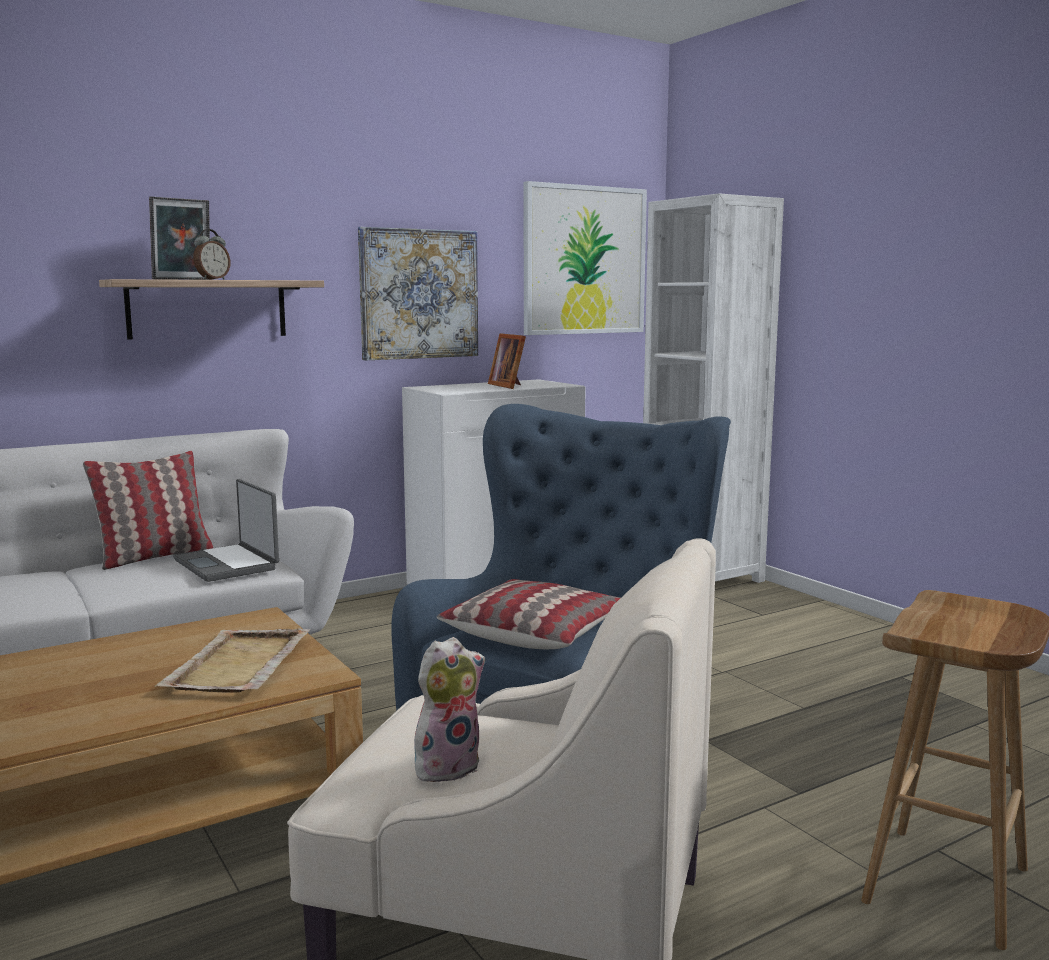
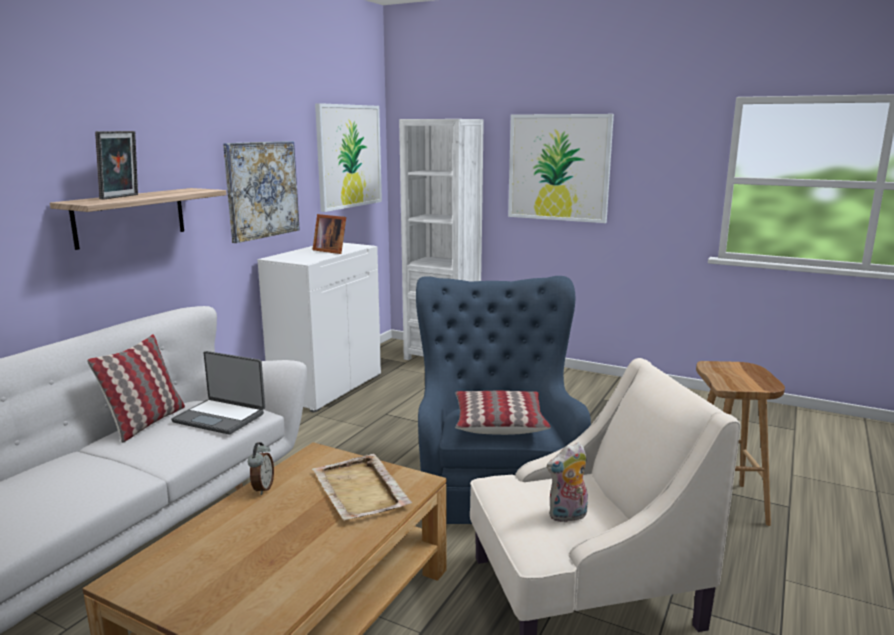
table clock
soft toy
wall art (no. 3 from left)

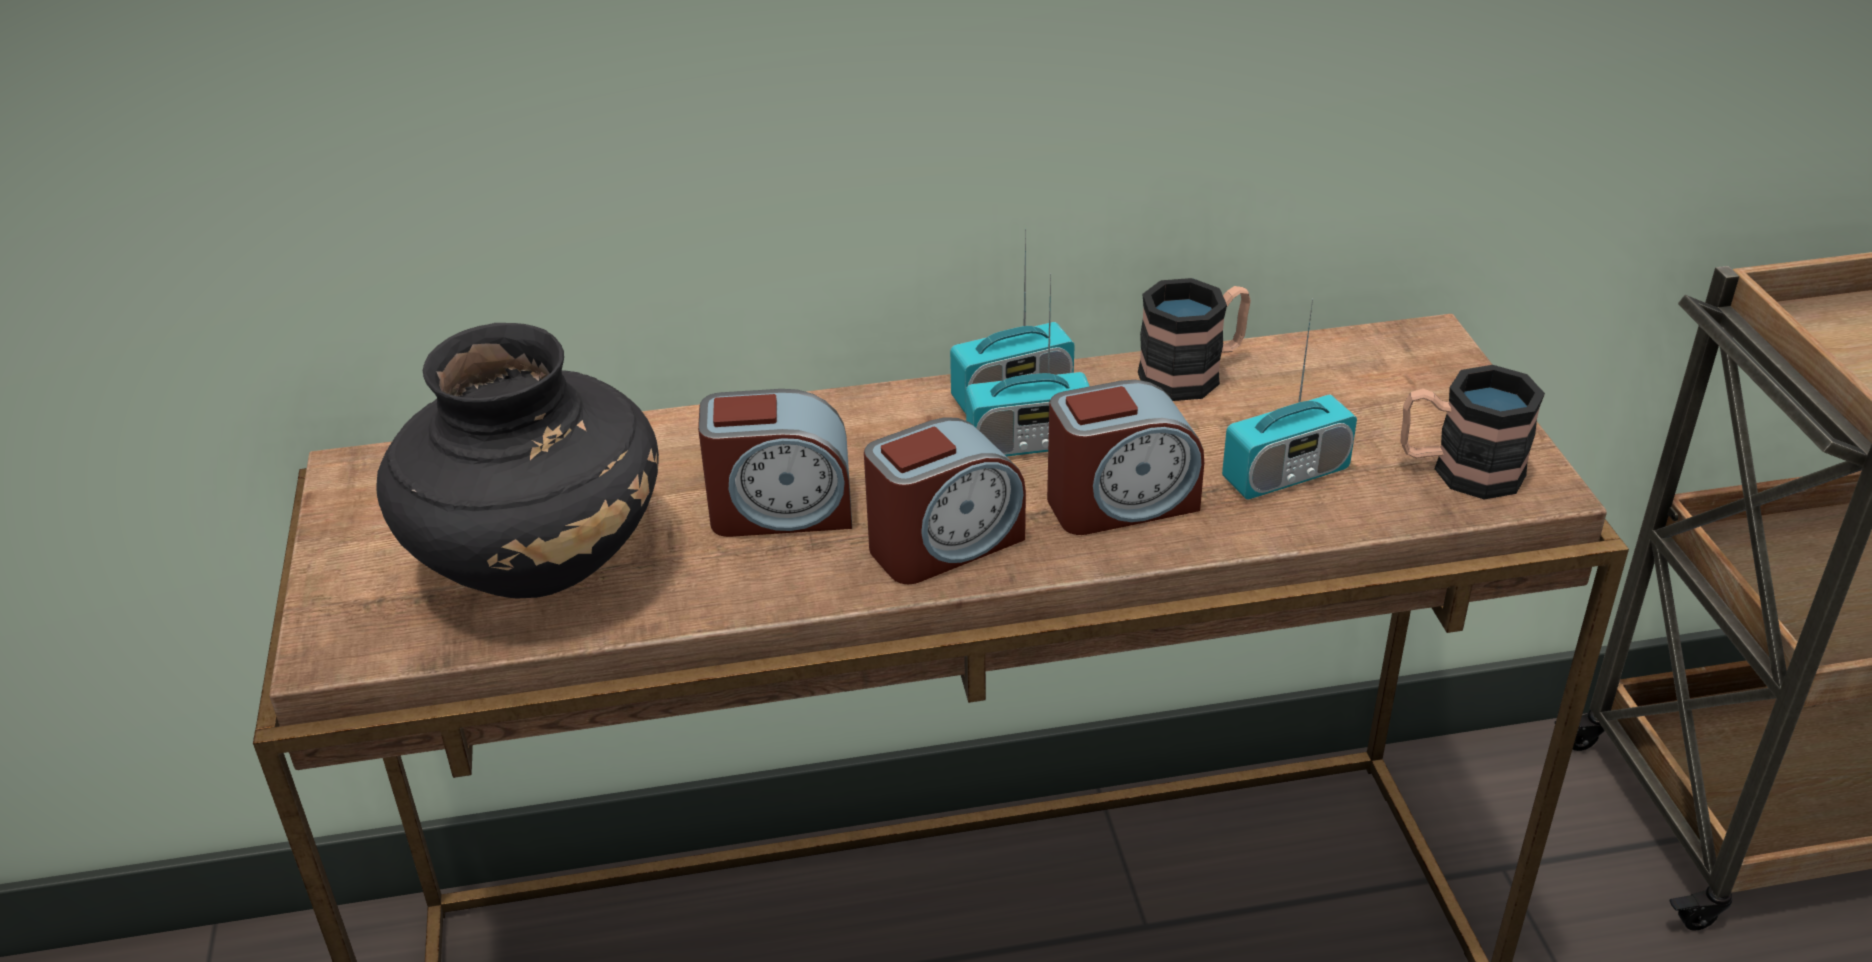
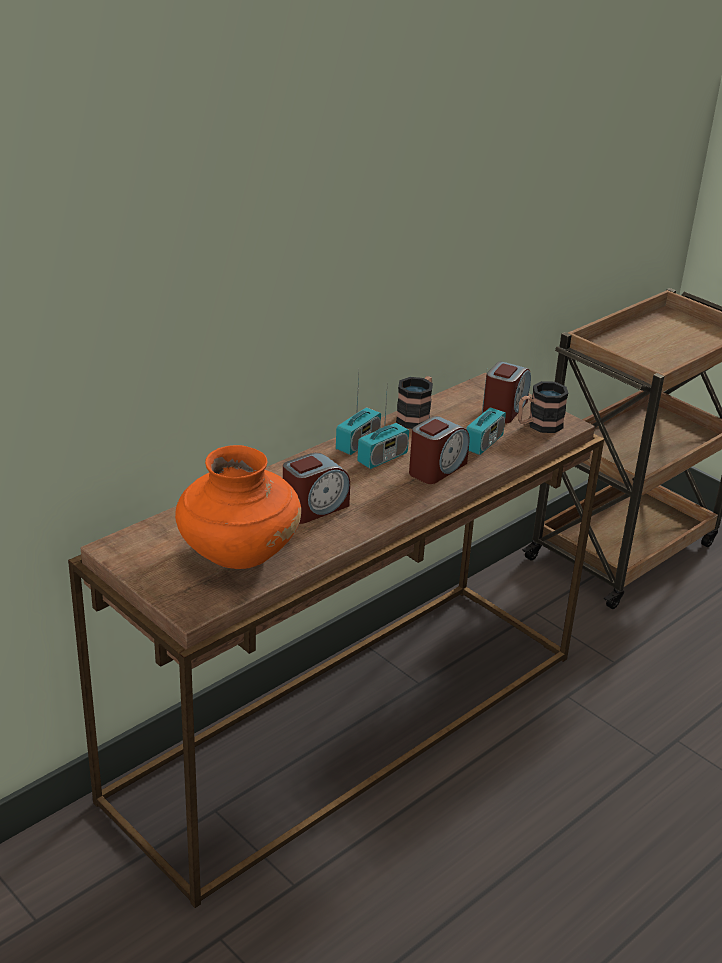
orange-coloured vase
table clock (no. 3 from left)

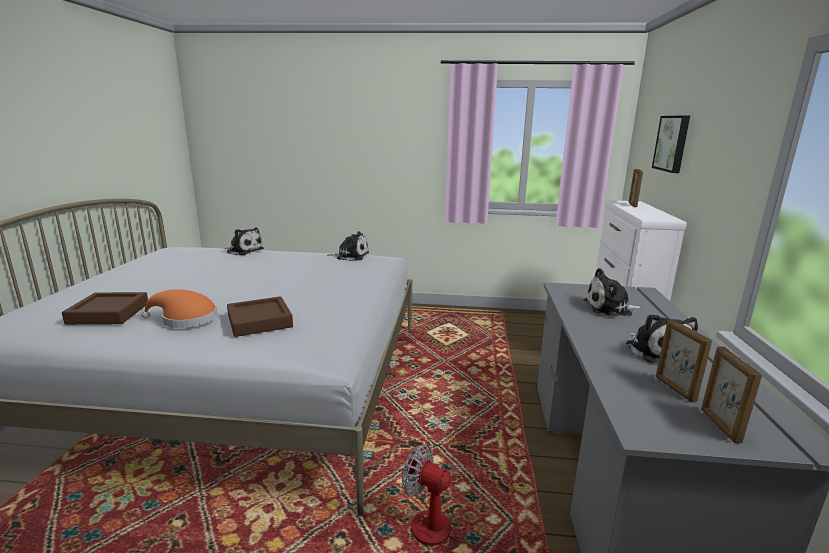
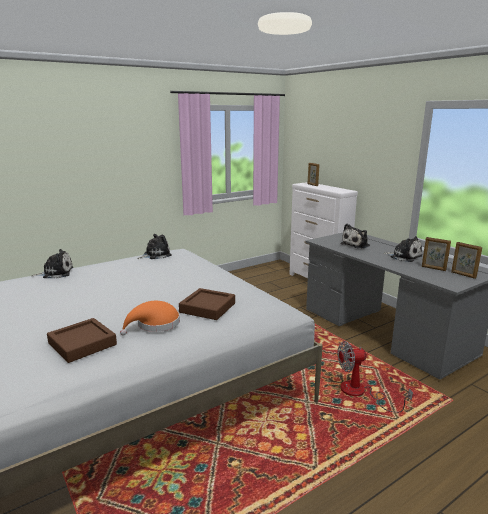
wall art

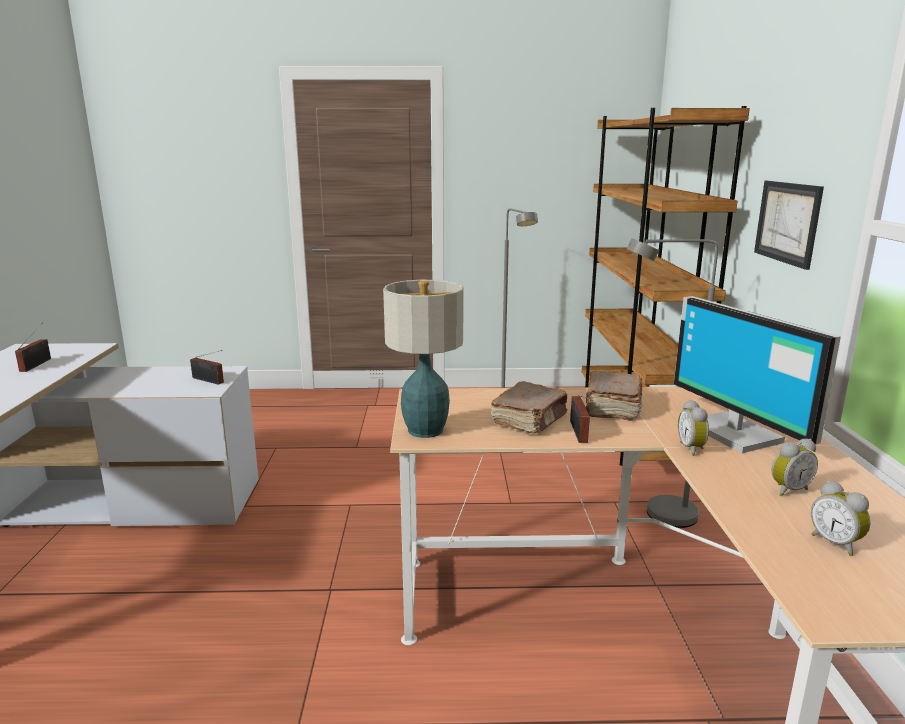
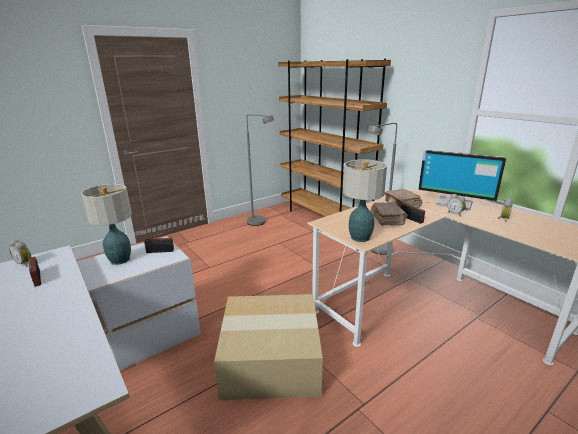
wall art
table clock (no. 1 from left)
tabletop lamp (no. 1 from left)
packing box

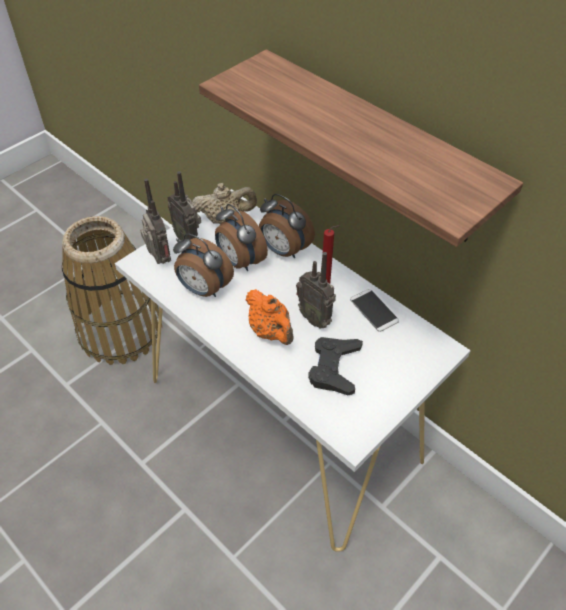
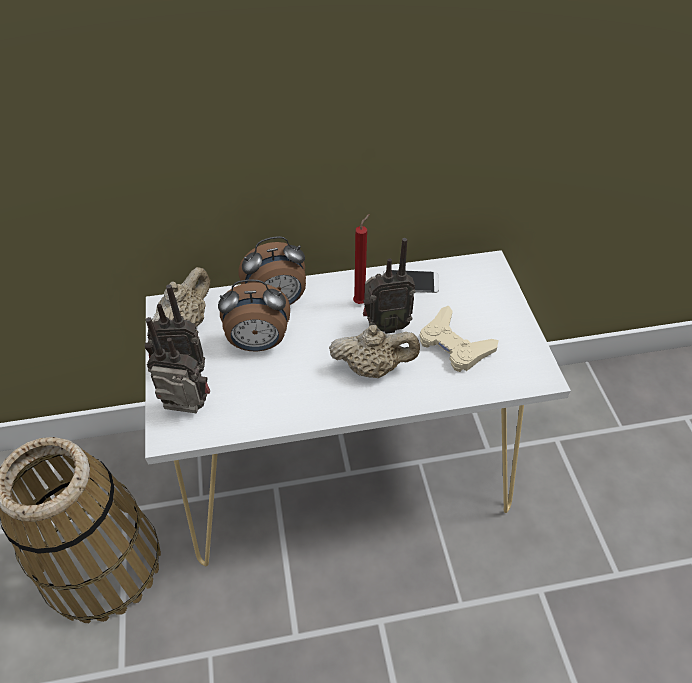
table clock (no. 1 from left in the first image)
shelf
sand-coloured pot for tea (no. 2 from left)
sand-coloured gamepad

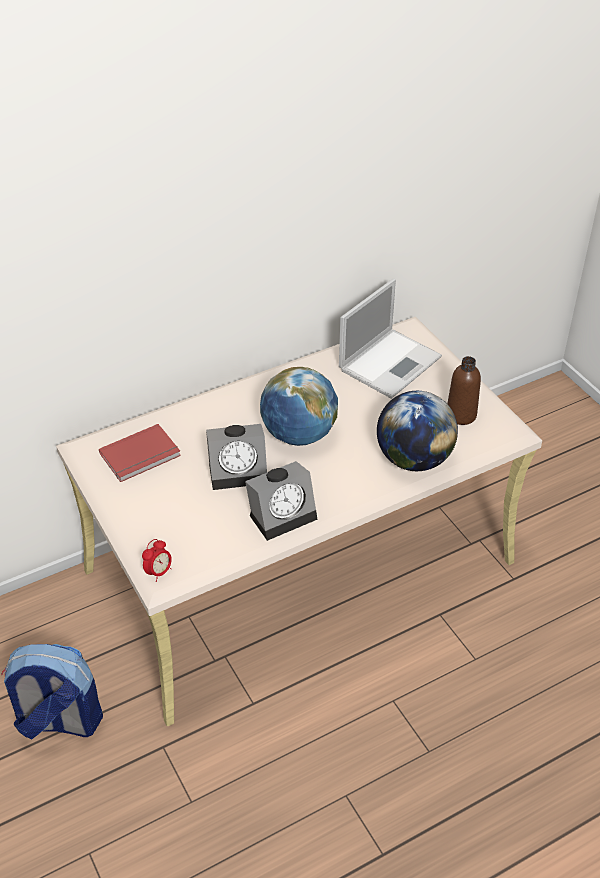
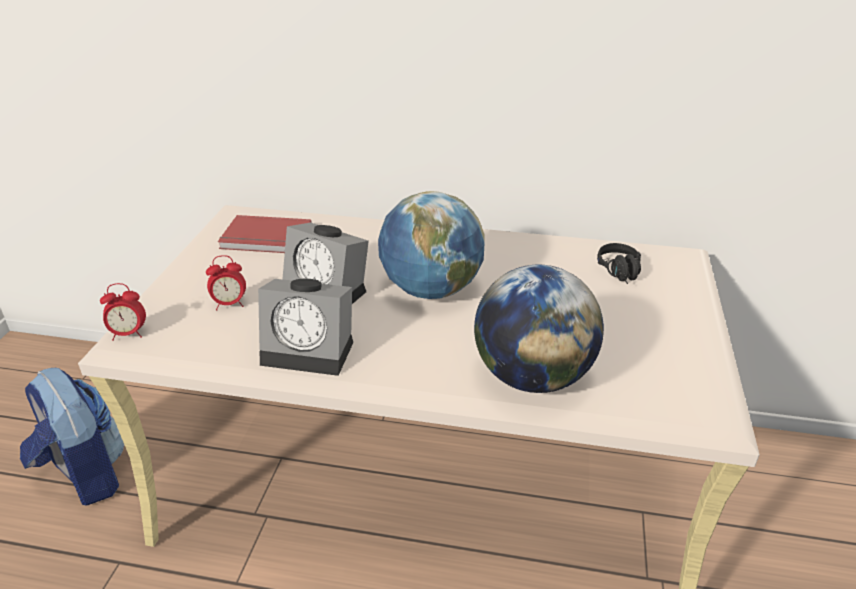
black headphones
brown-coloured beverage bottle
table clock (no. 2 from left)

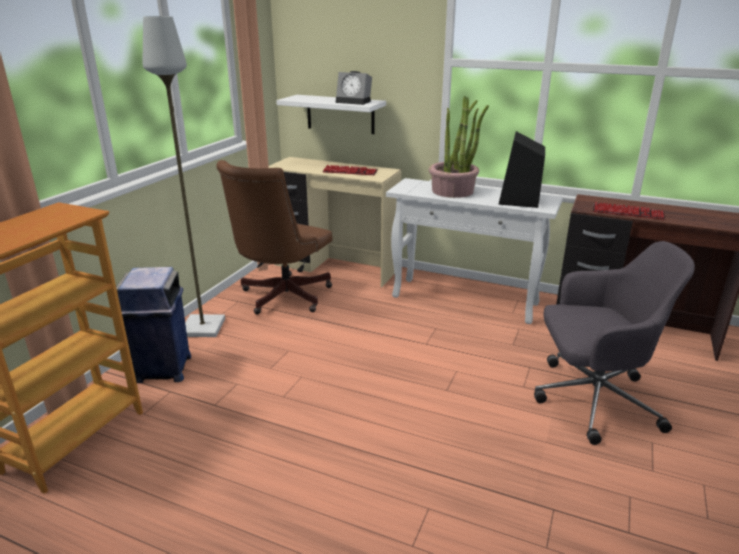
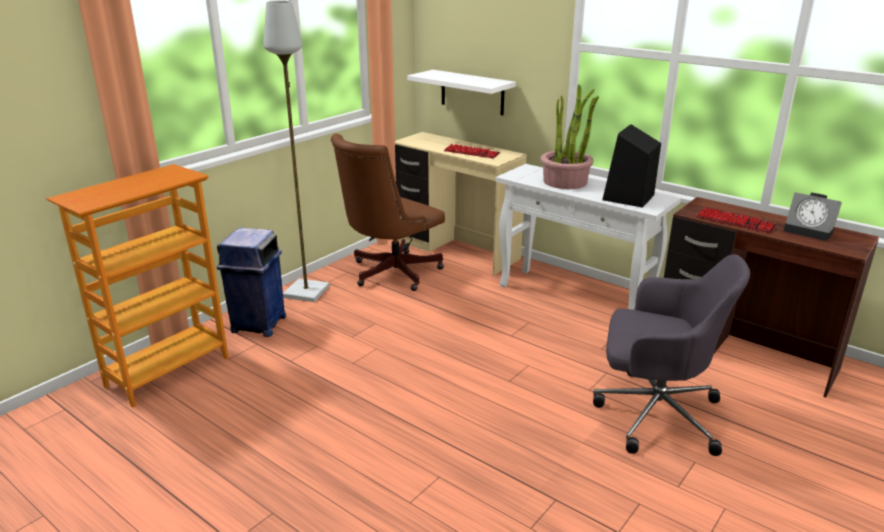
table clock

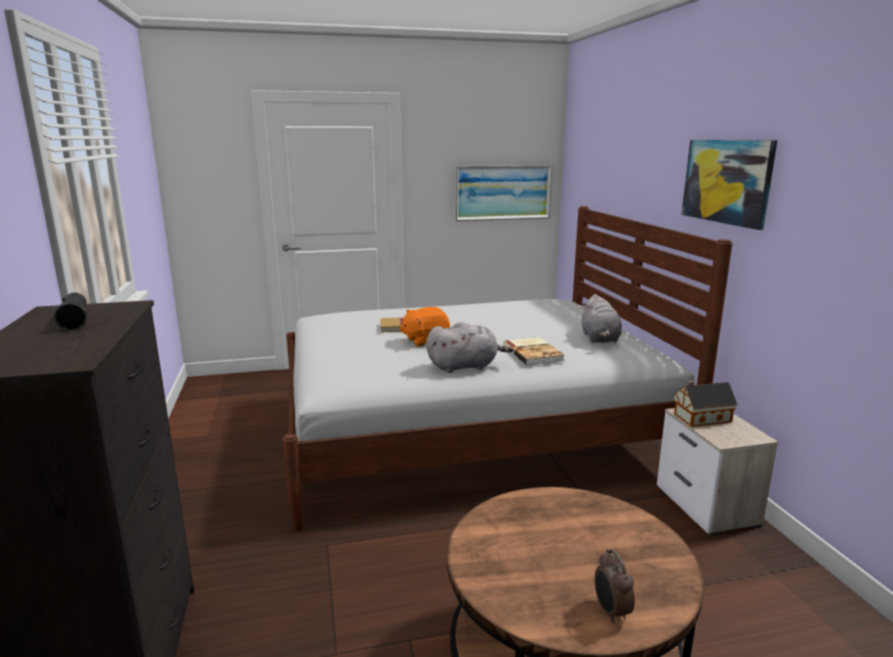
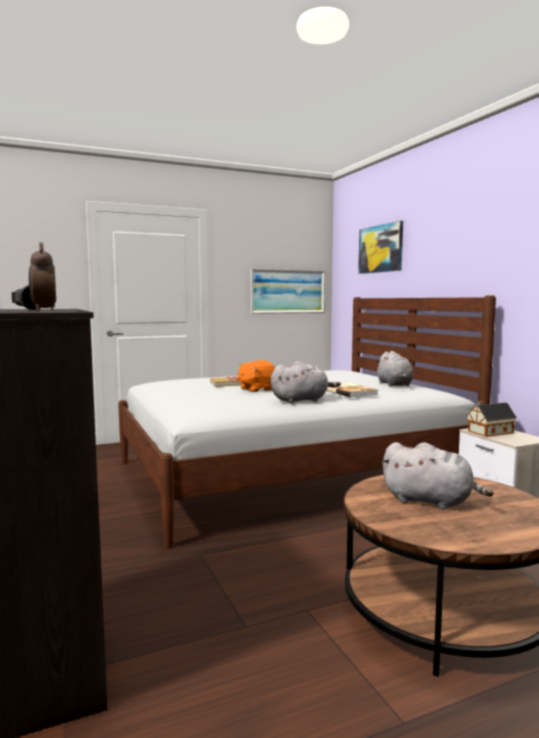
table clock
wall art (no. 2 from left)
greyish soft toy (no. 3 from left)

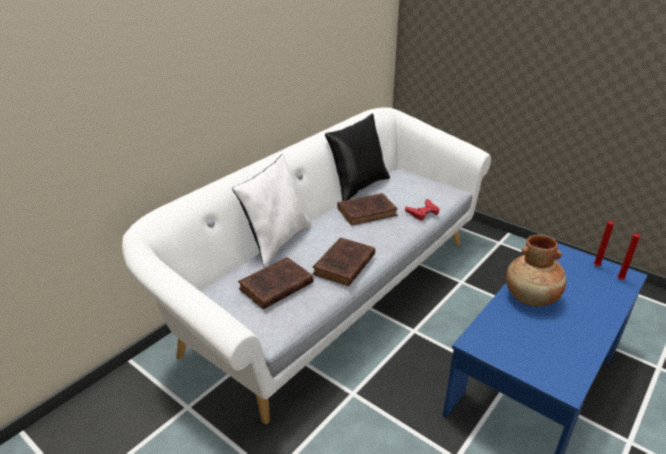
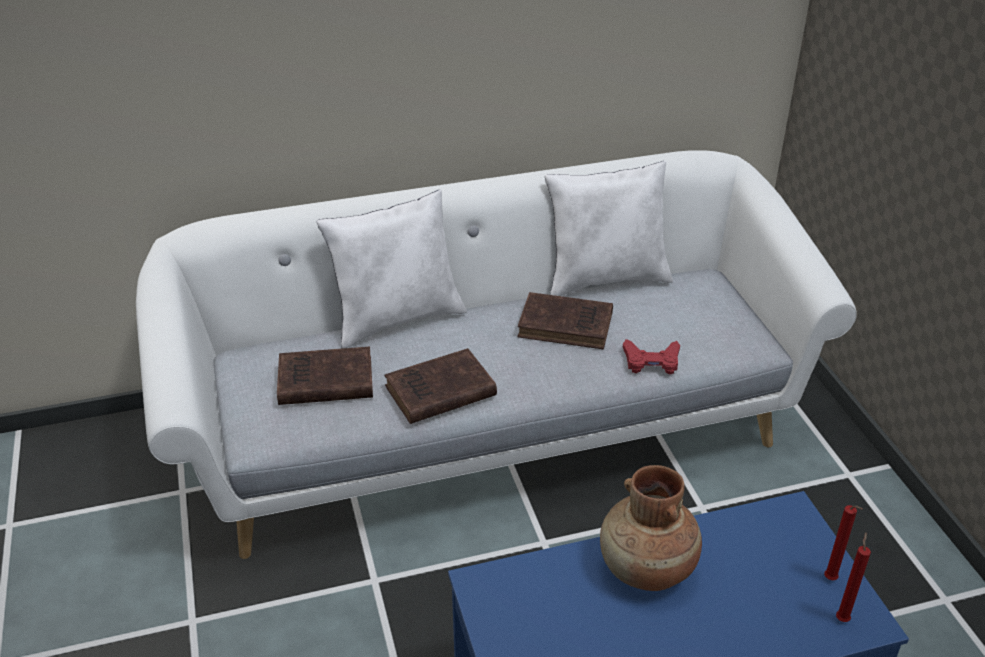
white pillow (no. 2 from left)

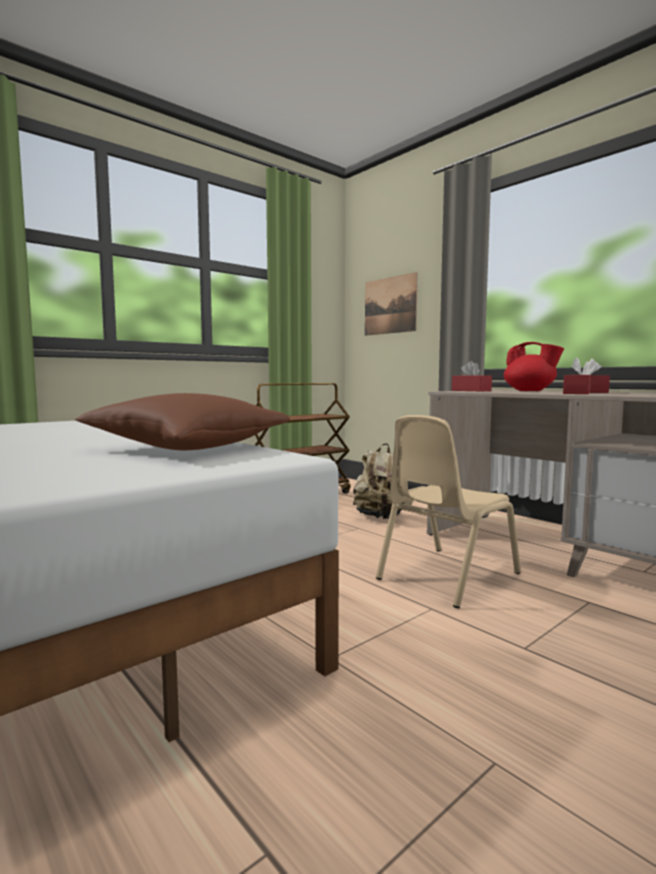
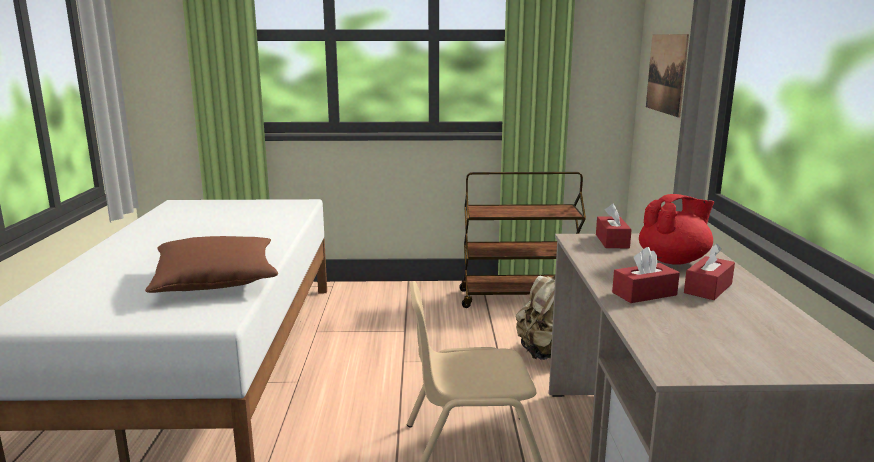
red pot for tea

